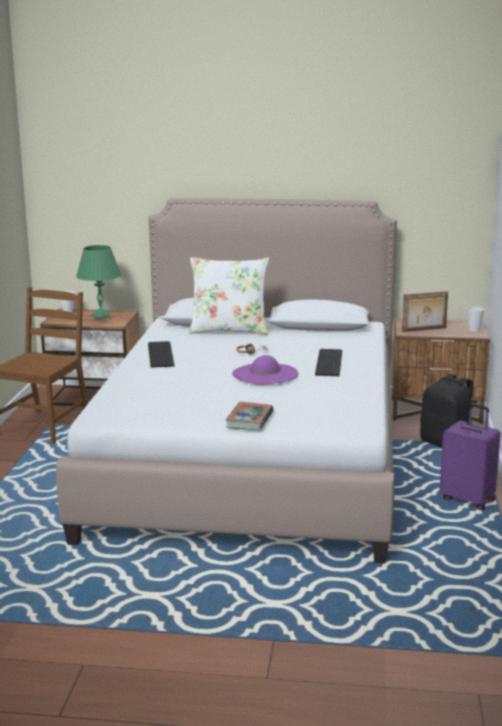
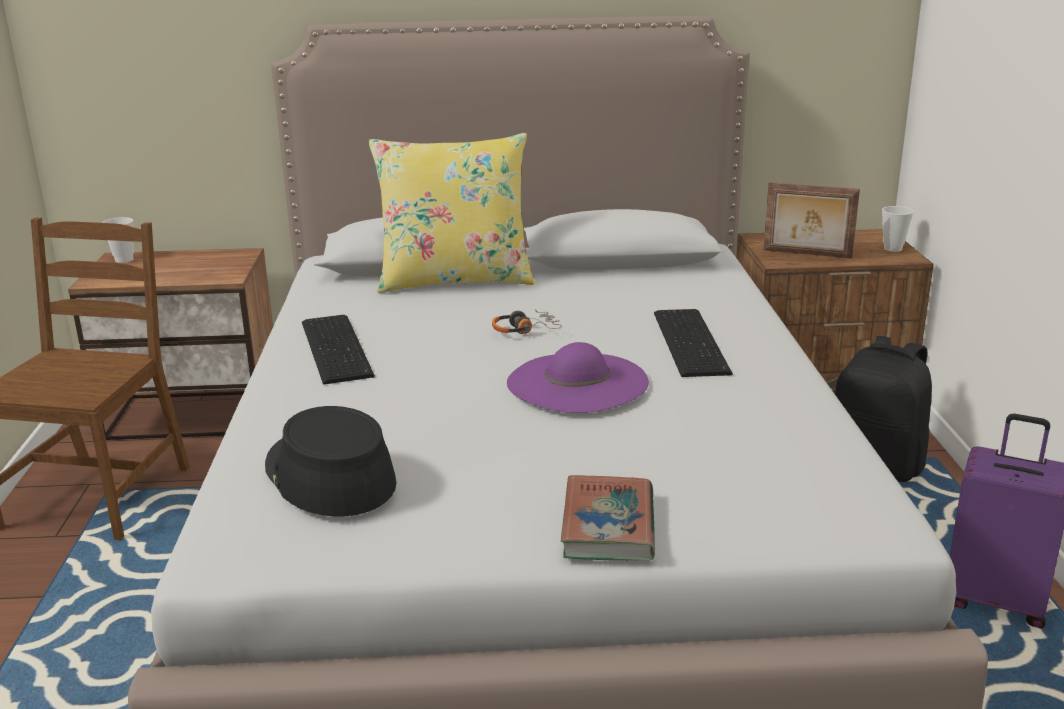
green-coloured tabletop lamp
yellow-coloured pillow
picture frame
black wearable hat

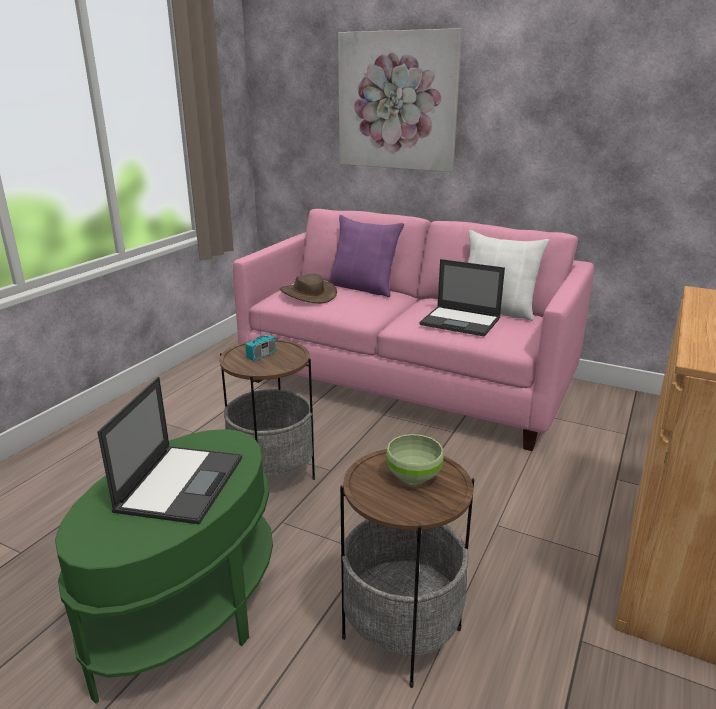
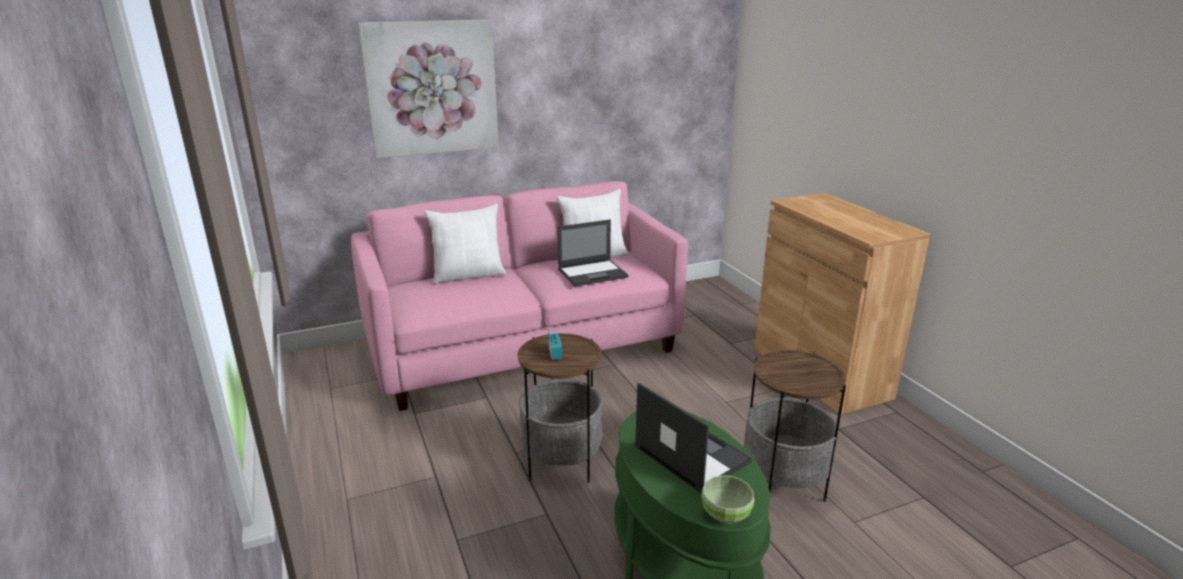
brown-coloured wearable hat
white pillow (no. 1 from left)
green-coloured deep dish

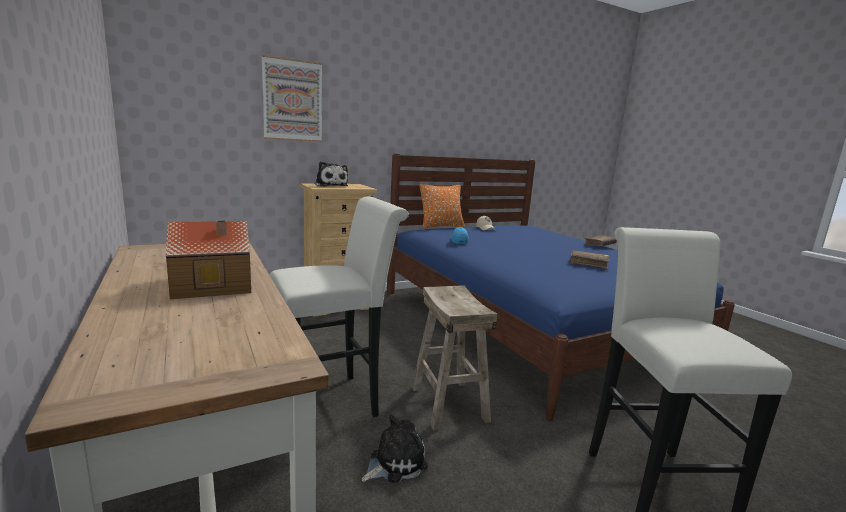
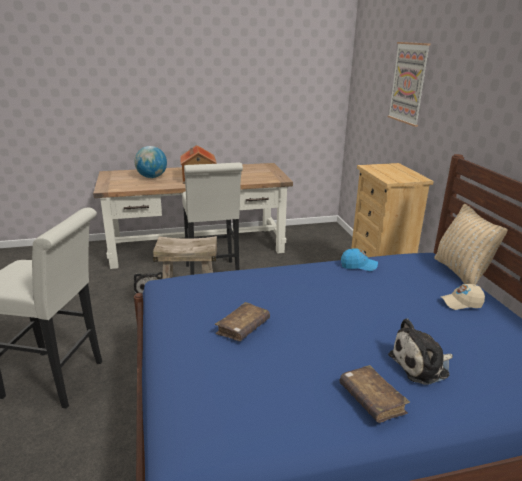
soft toy (no. 2 from left)
sand-coloured pillow
desk globe

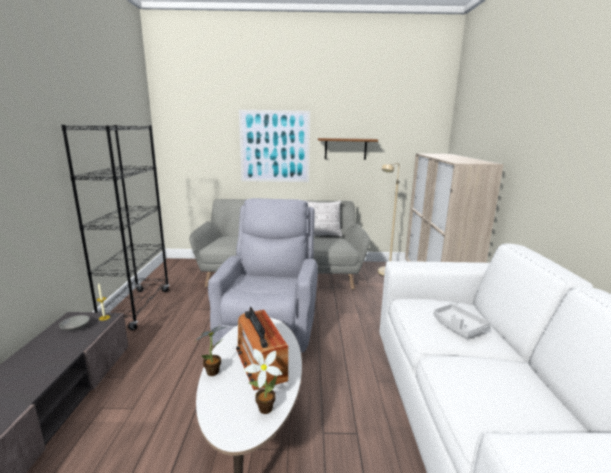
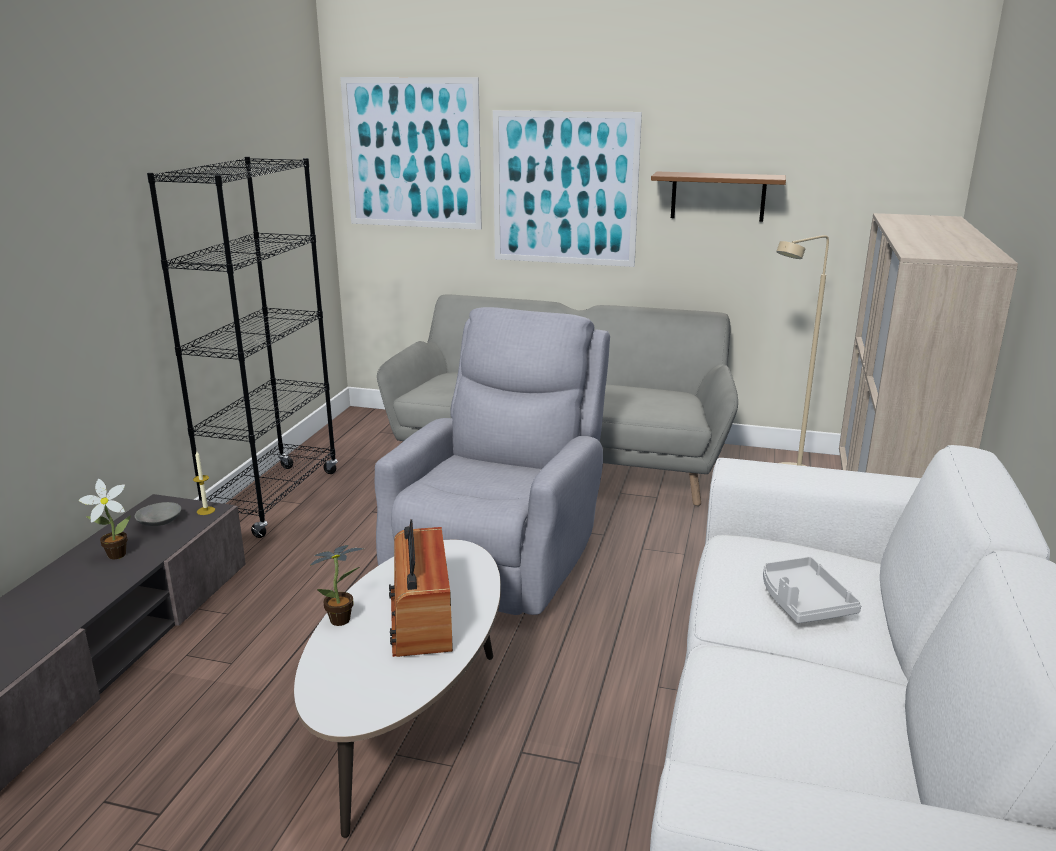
potted plant (no. 1 from left)
pillow
wall art (no. 1 from left)

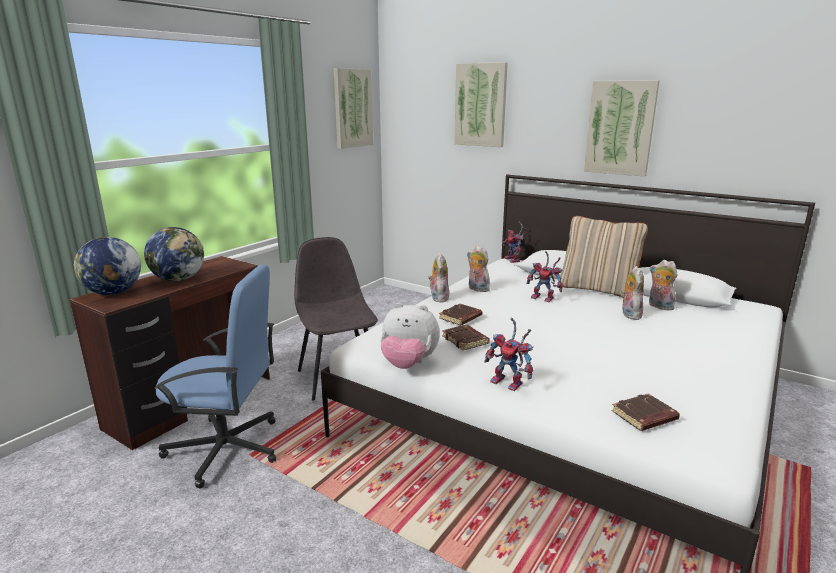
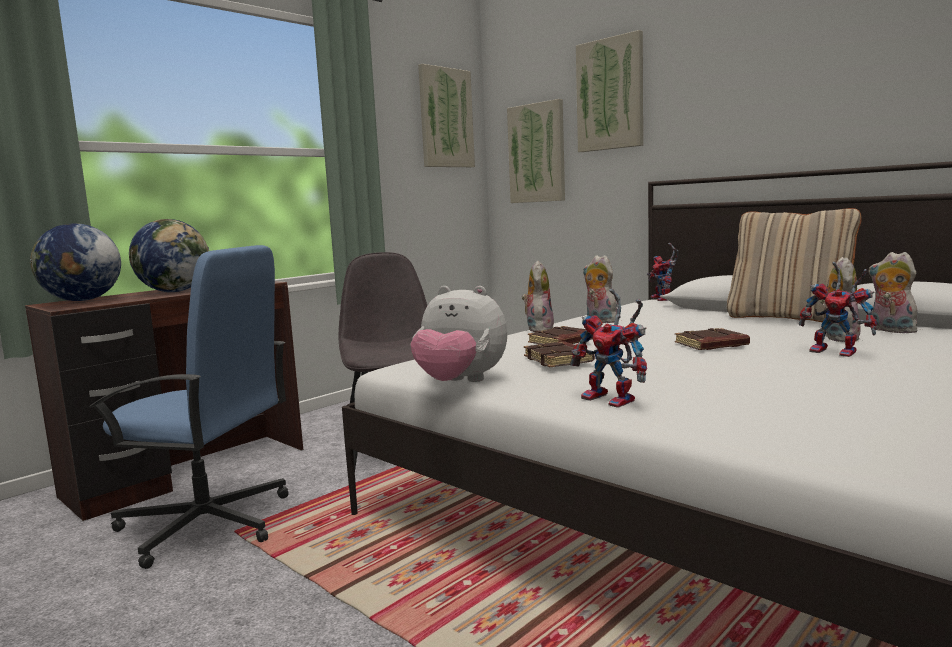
robot figure (no. 3 from left)
wall art (no. 2 from left)
brown-coloured volume (no. 3 from left)

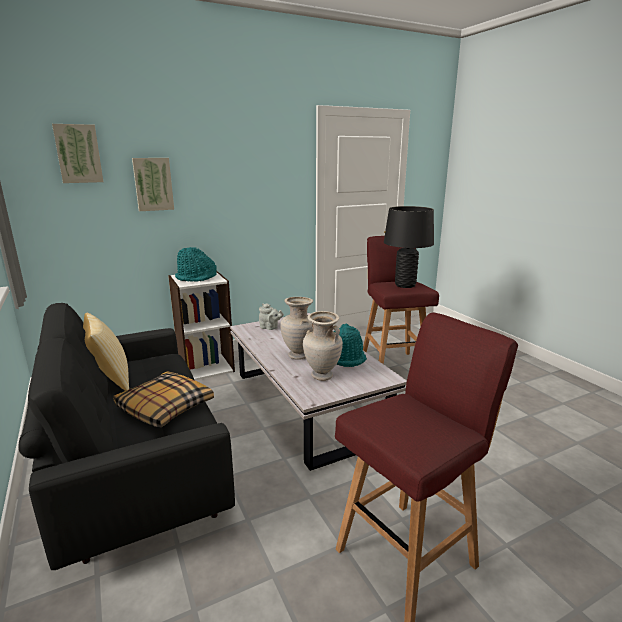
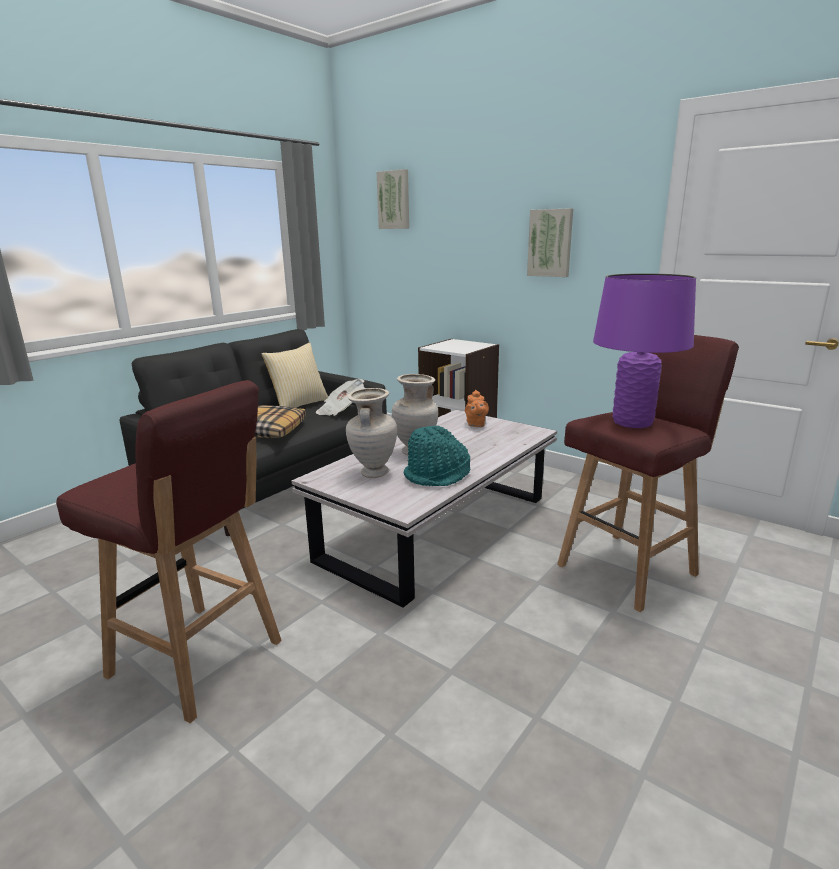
wall art (no. 2 from left)
turquoise wearable hat (no. 1 from left in the first image)
orange-coloured pot for tea
purplish tabletop lamp
printed paper

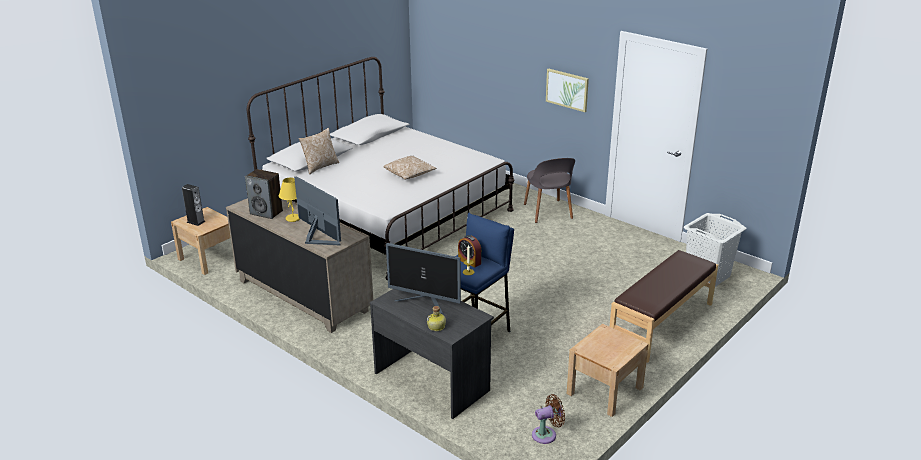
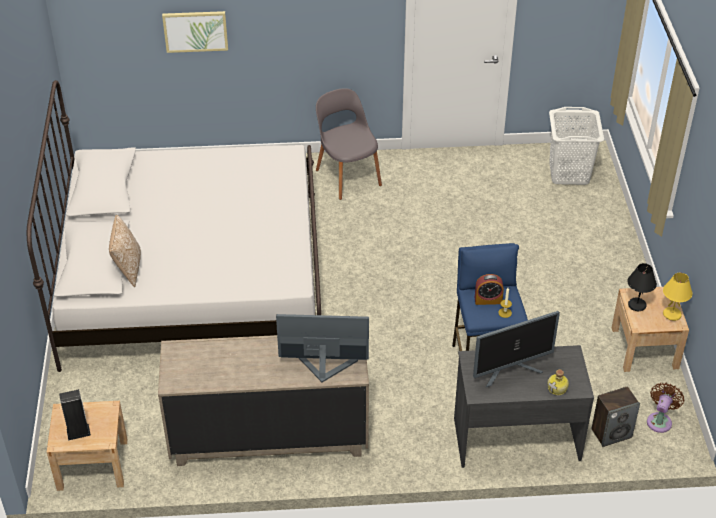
audio speaker (no. 2 from left)
yellow-coloured tabletop lamp
pillow (no. 2 from left in the first image)
greyish upright chair
wall art
brown-coloured bench
black tabletop lamp

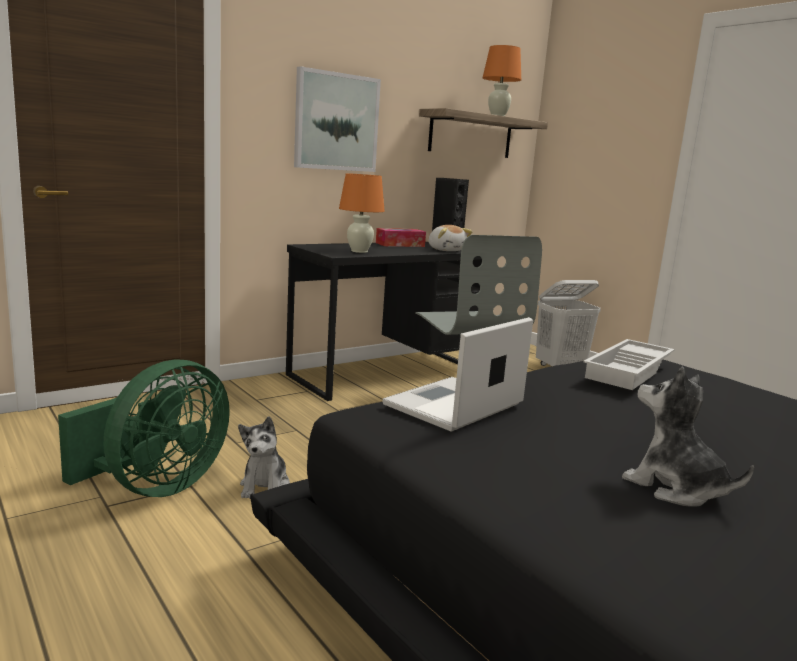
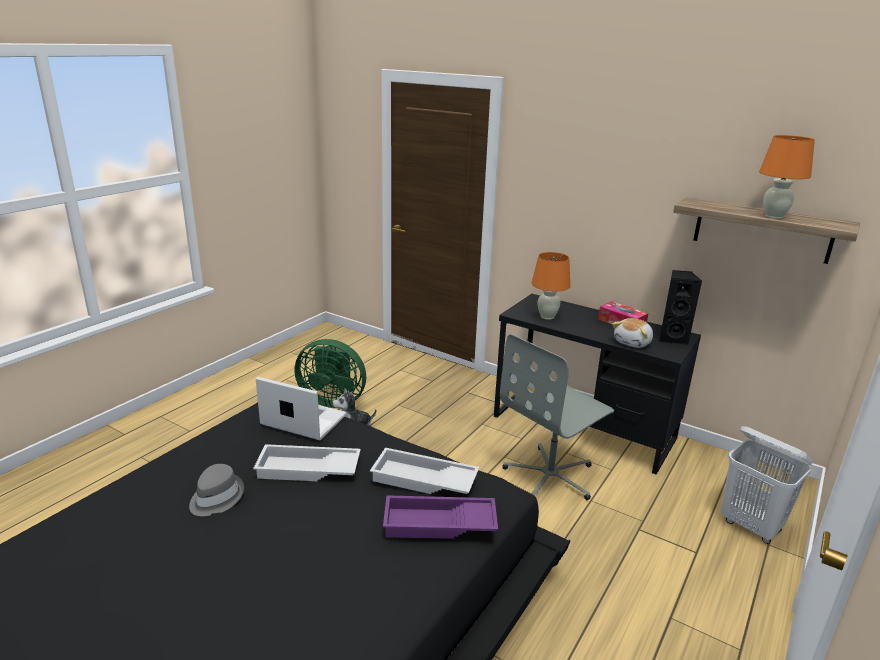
wall art
greyish wearable hat
white serving tray (no. 1 from left)
purplish serving tray

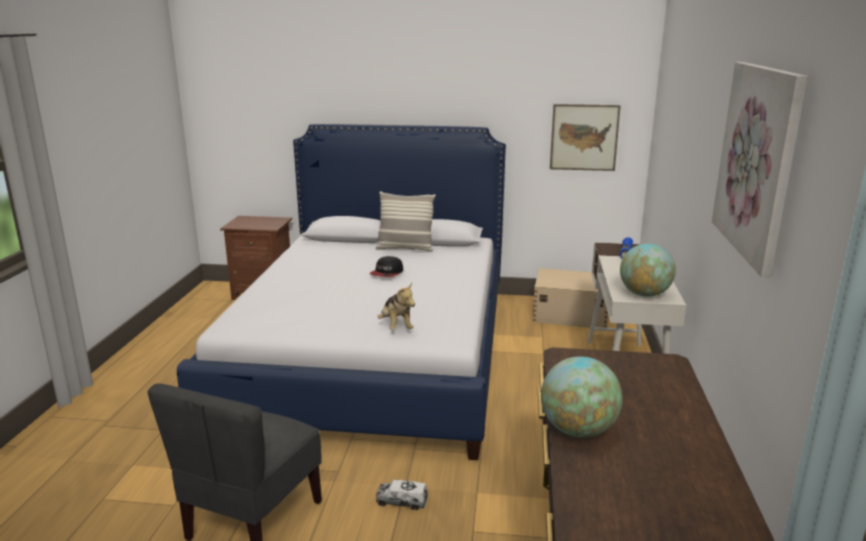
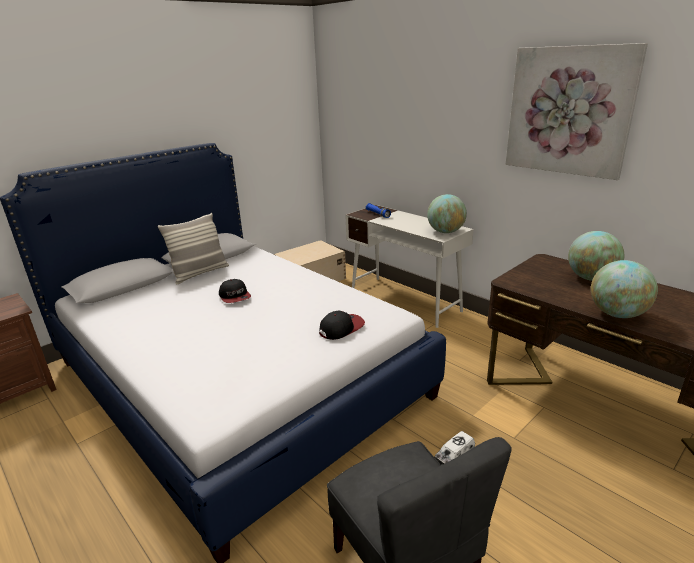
baseball cap (no. 2 from left)
wall art (no. 1 from left in the first image)
desk globe (no. 2 from left)

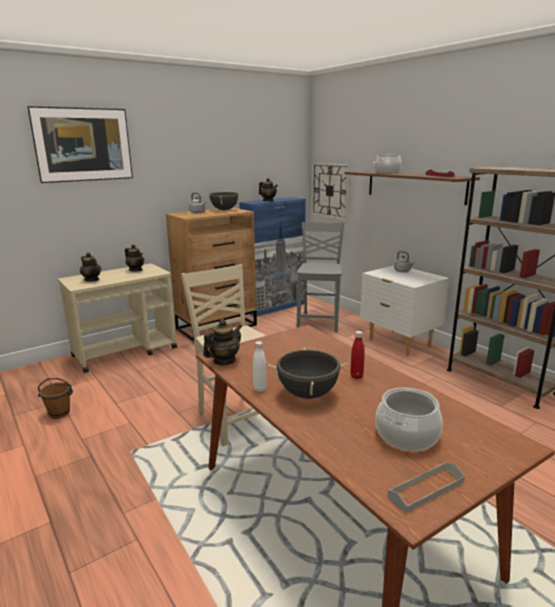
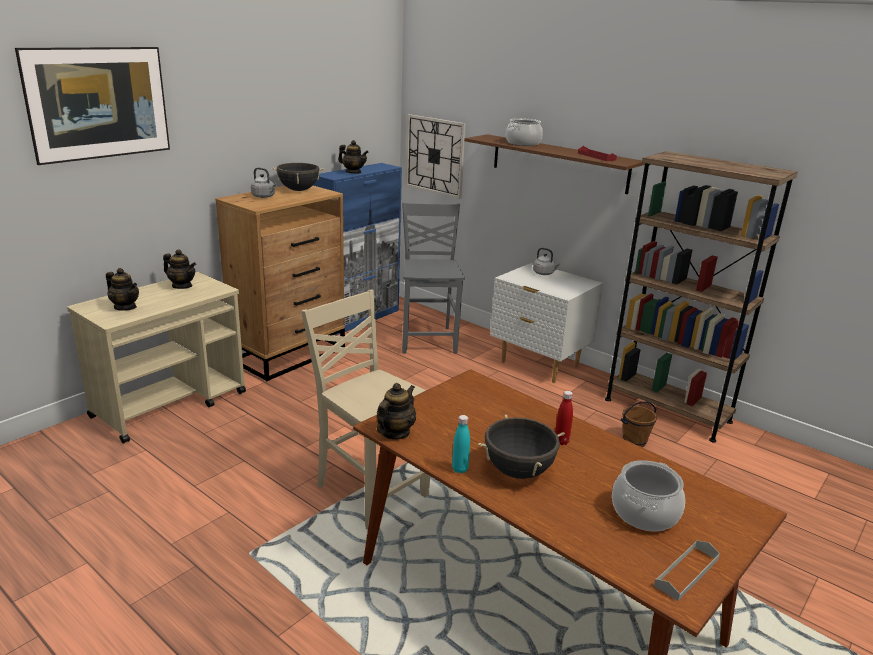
brown-coloured pail
turquoise beverage bottle

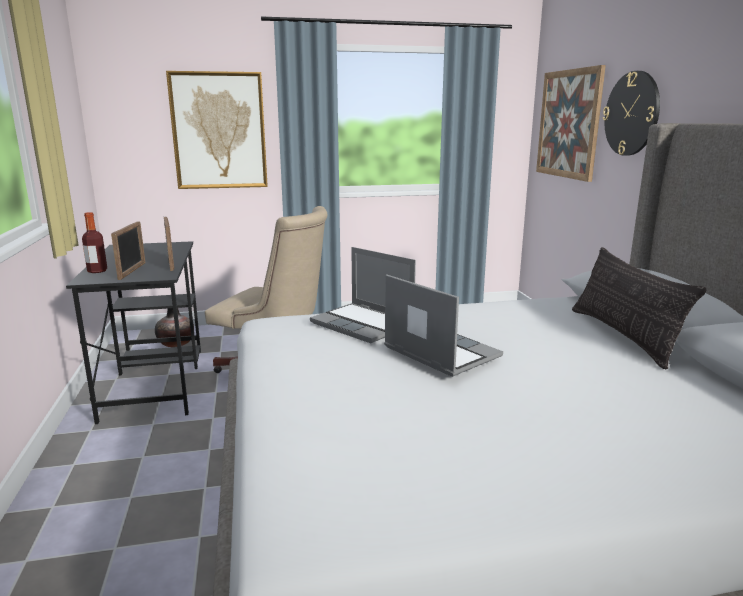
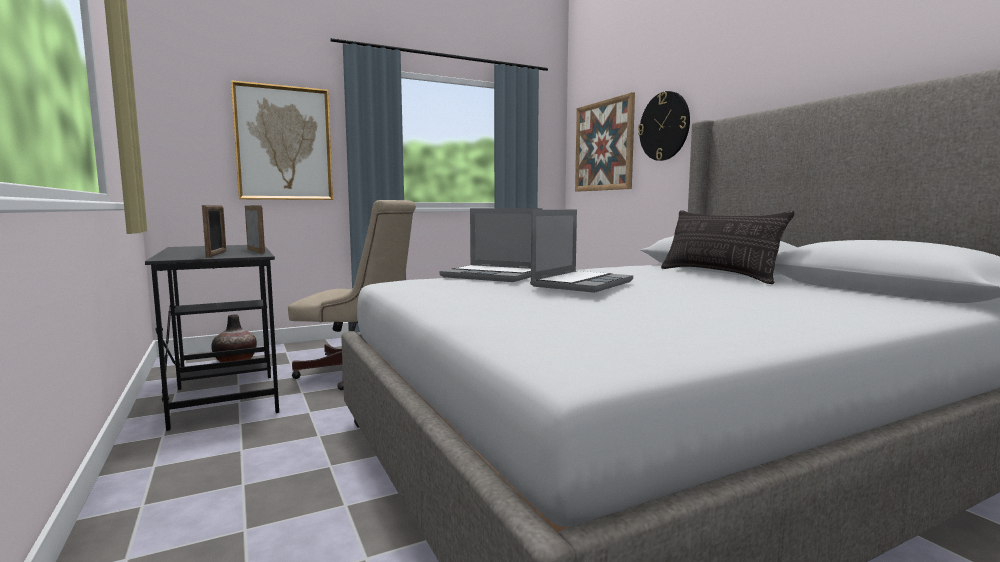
beverage bottle
portable computer (no. 2 from left)

